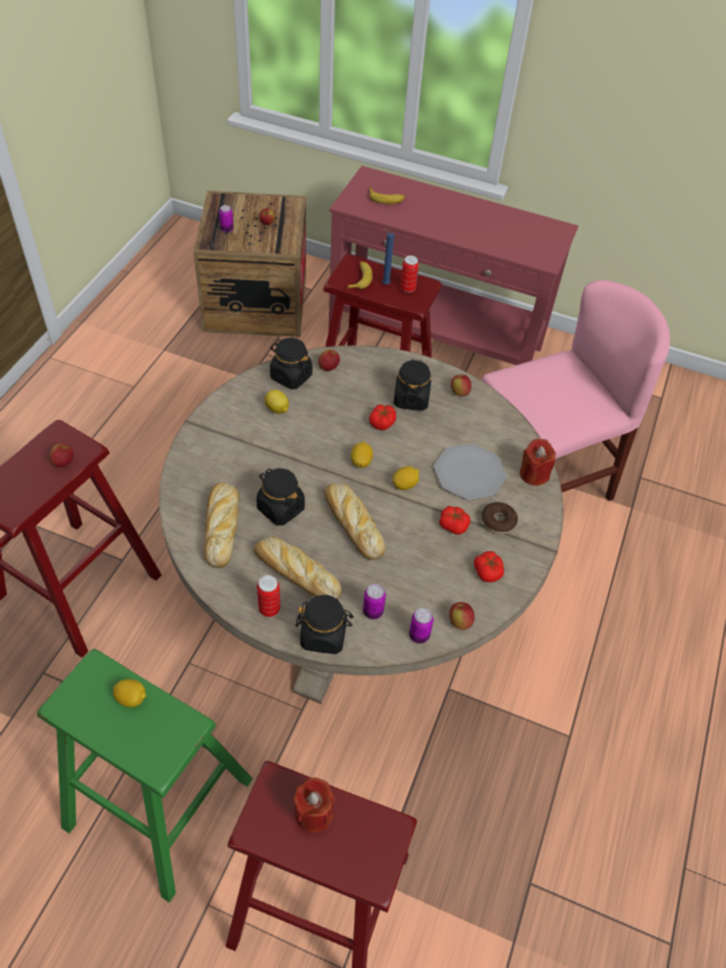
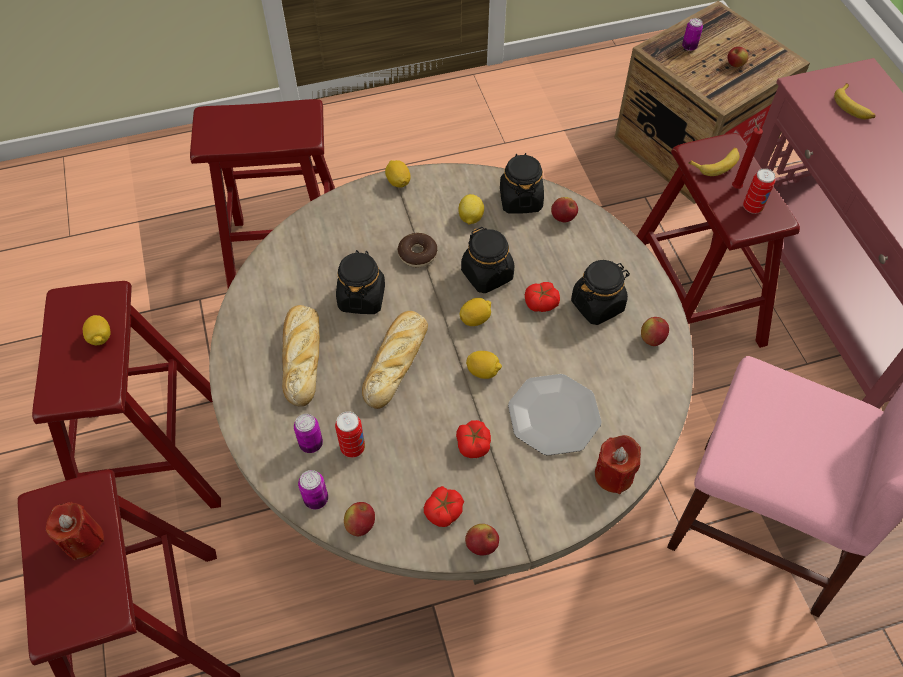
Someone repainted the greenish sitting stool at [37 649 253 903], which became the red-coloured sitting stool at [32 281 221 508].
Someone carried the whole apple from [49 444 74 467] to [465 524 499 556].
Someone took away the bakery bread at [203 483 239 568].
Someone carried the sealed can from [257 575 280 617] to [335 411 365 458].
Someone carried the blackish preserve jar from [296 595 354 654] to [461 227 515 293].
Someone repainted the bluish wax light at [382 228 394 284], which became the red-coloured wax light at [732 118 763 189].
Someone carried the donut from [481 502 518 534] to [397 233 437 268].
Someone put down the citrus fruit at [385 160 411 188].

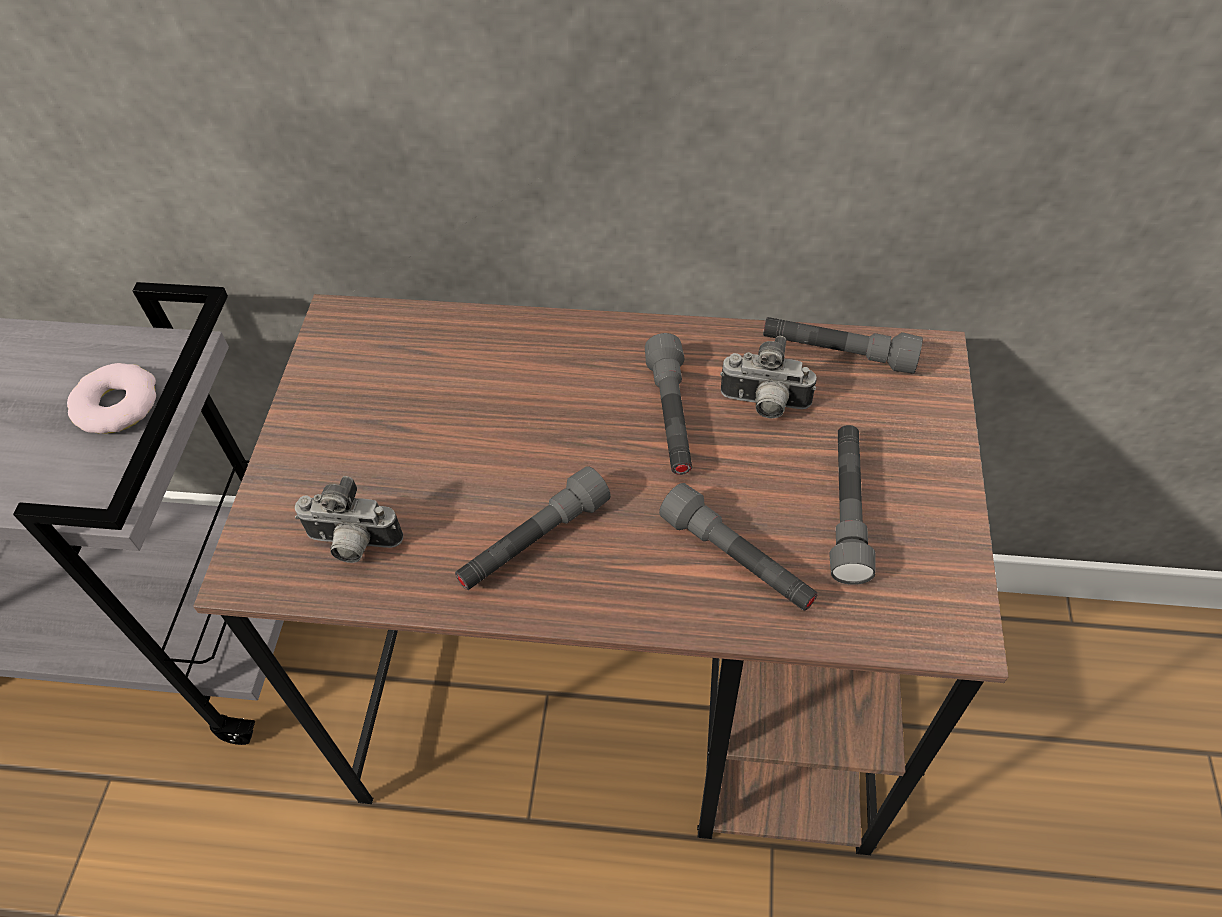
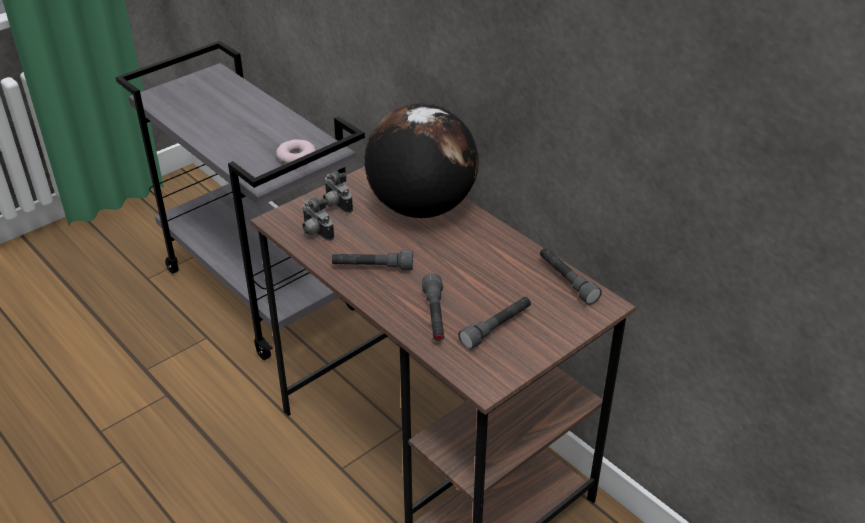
Someone took away the gray flashlight at [645 333 692 475].
Someone carried the still camera from [720 336 816 419] to [323 171 353 213].
Someone put down the world globe at [364 103 479 218].

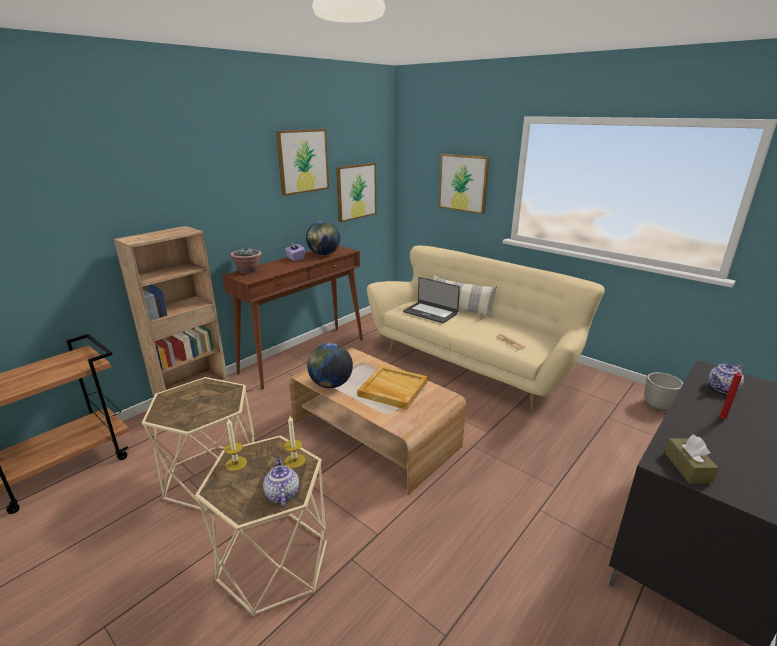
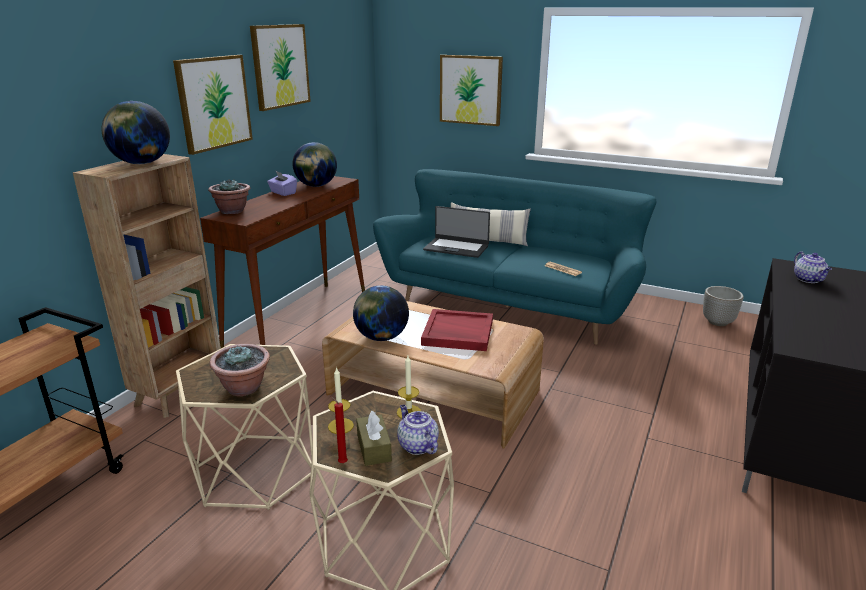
Someone carried the wall picture from [336 163 376 222] to [173 55 253 155].
Someone repainted the beige-coloured carrying tray at [357 365 427 410], which became the red-coloured carrying tray at [421 309 493 351].
Someone repainted the beige-coloured sofa at [367 246 605 411], which became the turquoise sofa at [373 169 657 345].
Someone carried the brown tissue holder from [665 435 719 483] to [356 411 392 466].
Someone rotated the teapot at [708 363 744 393] by 60 degrees counterclockwise.
Someone carried the red-coloured wax light from [719 367 742 420] to [330 396 348 463].
Someone put down the world globe at [102 101 170 164].
Someone put down the houseplant at [210 344 270 396].

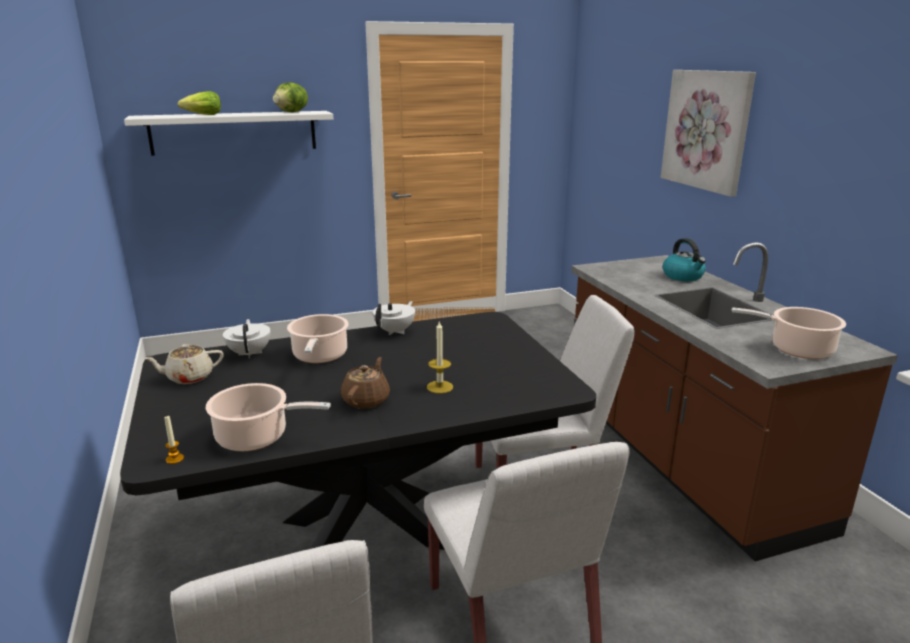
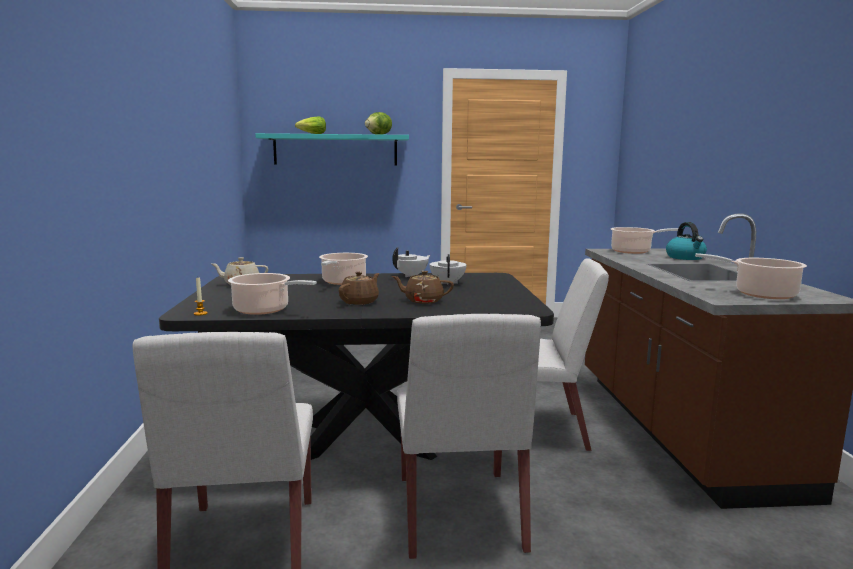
Someone repainted the white-coloured bracket shelf at [124 111 333 156], which became the turquoise bracket shelf at [255 133 409 165].
Someone carried the white-coloured teapot from [223 319 271 358] to [430 254 467 285].
Someone swapped the wax light at [427 320 453 394] for the brown teapot at [392 271 454 304].
Someone took away the wall picture at [661 70 756 197].
Someone put down the stockpot at [611 227 678 254].

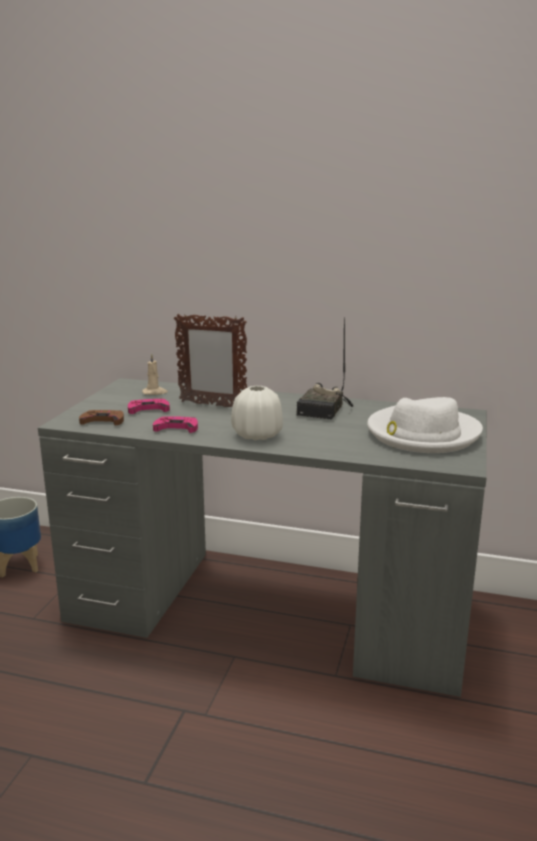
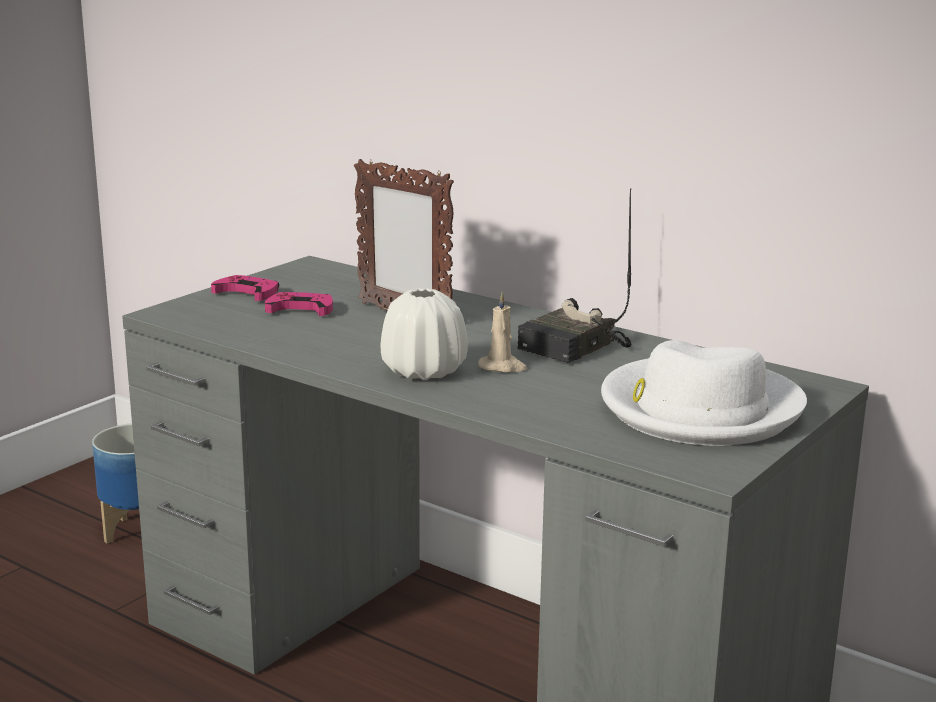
Someone took away the brown joypad at [79 410 124 426].
Someone carried the beige-coloured wax light from [142 354 168 395] to [478 291 527 373].
Someone carried the pink-coloured joypad from [153 416 198 433] to [211 275 279 301].

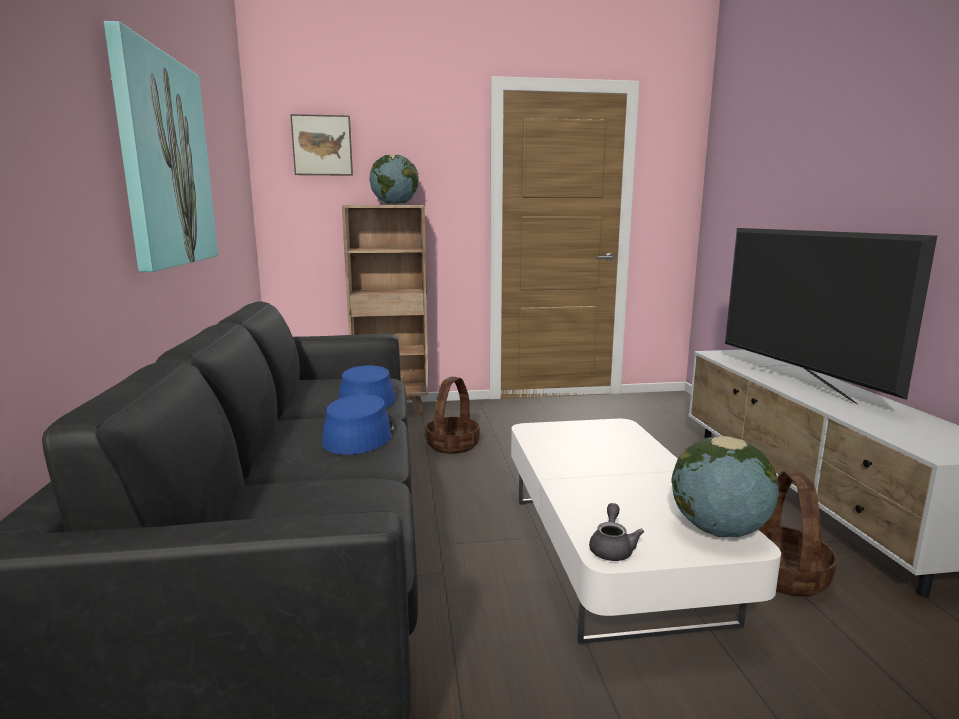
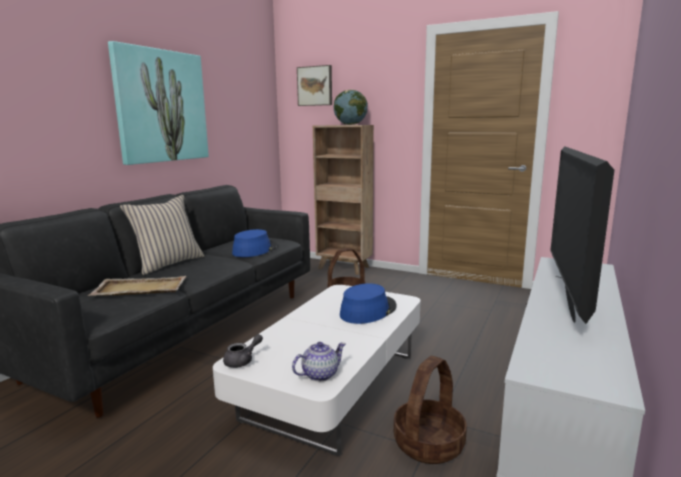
Someone carried the bluish clothing hat from [322 394 396 455] to [340 283 396 324].
Someone swapped the world globe at [671 436 779 537] for the teapot at [292 342 346 381].
Someone put down the beige-coloured carrying tray at [88 276 186 296].
Someone put down the beige-coloured throw pillow at [120 195 204 275].

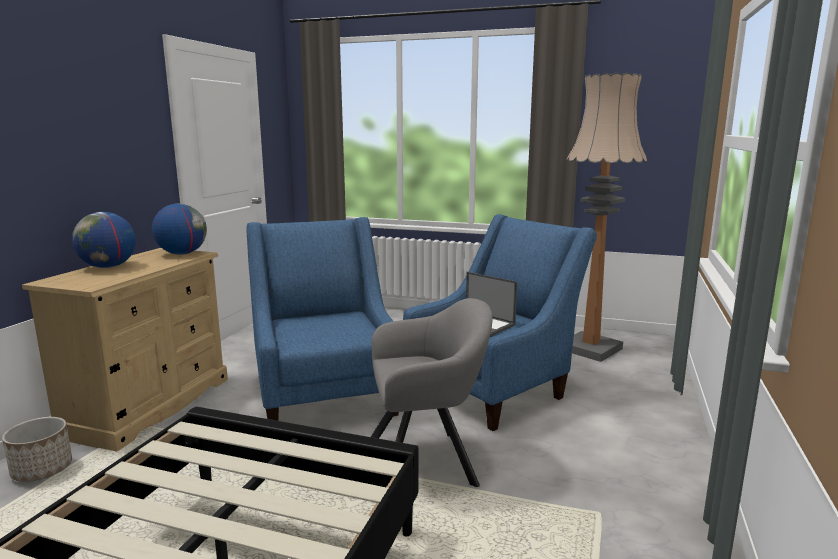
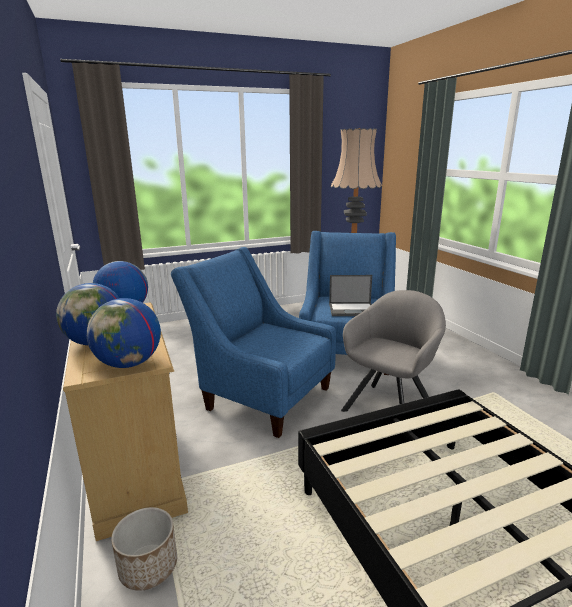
Someone put down the world globe at [87 298 161 368].

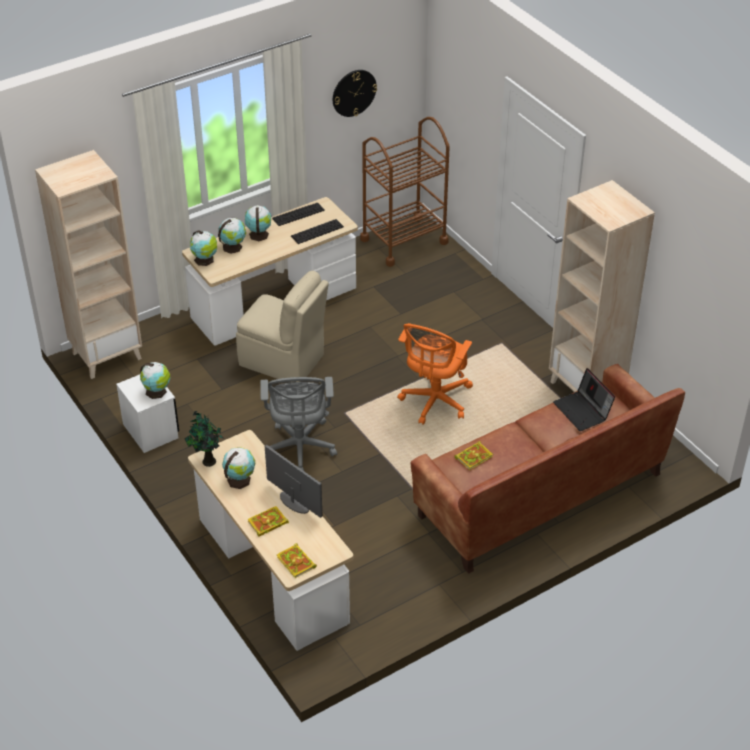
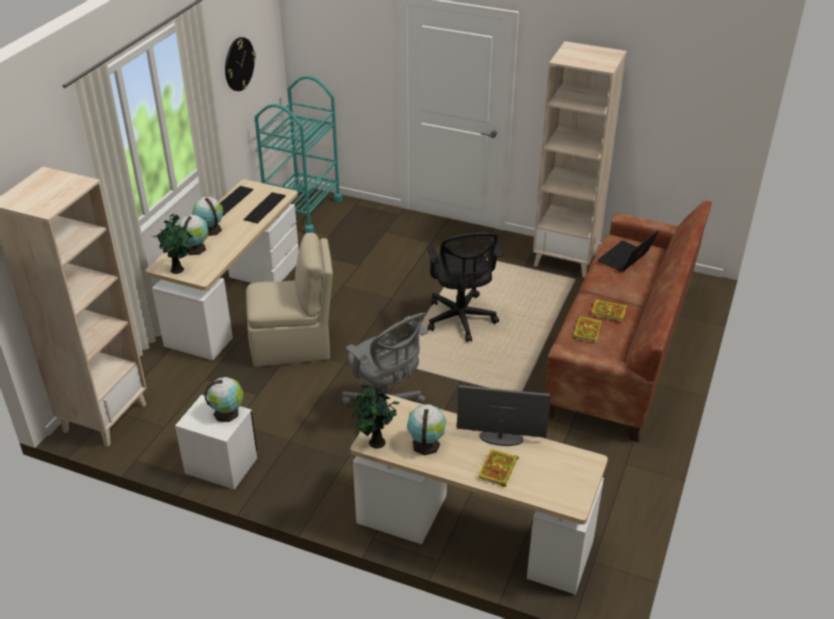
Someone swapped the world globe at [190 230 217 266] for the houseplant at [152 214 193 274].
Someone carried the book from [277 543 317 578] to [591 299 627 321].
Someone repainted the brown cart at [360 117 450 267], which became the turquoise cart at [255 76 343 233].
Someone repainted the orange-coloured desk chair at [397 323 473 425], which became the blackish desk chair at [427 232 503 342].
Someone rotated the portable computer at [553 368 615 431] by 105 degrees clockwise.

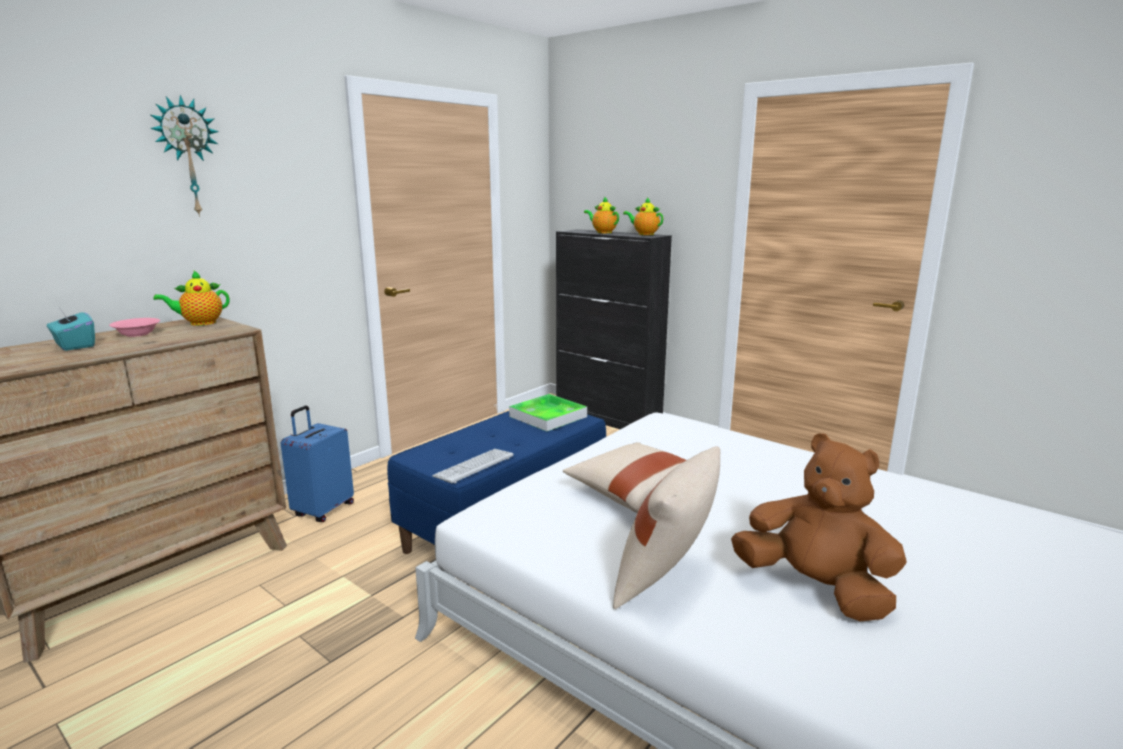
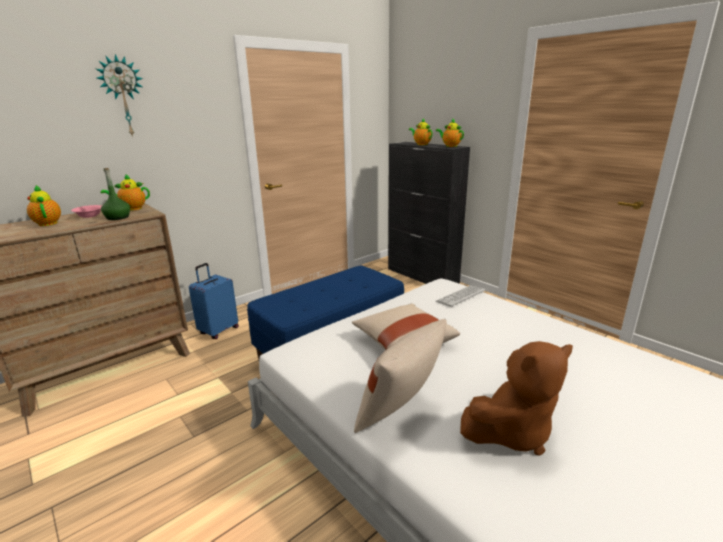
Someone swapped the turquoise tissue holder at [47 306 95 351] for the teapot at [27 185 61 226].
Someone carried the keyboard from [432 449 514 483] to [436 285 485 307].
Someone took away the carrying tray at [509 394 587 431].
Someone rotated the brown soft toy at [731 434 907 622] by 105 degrees clockwise.
Someone put down the greenish bottle at [101 168 130 220].

